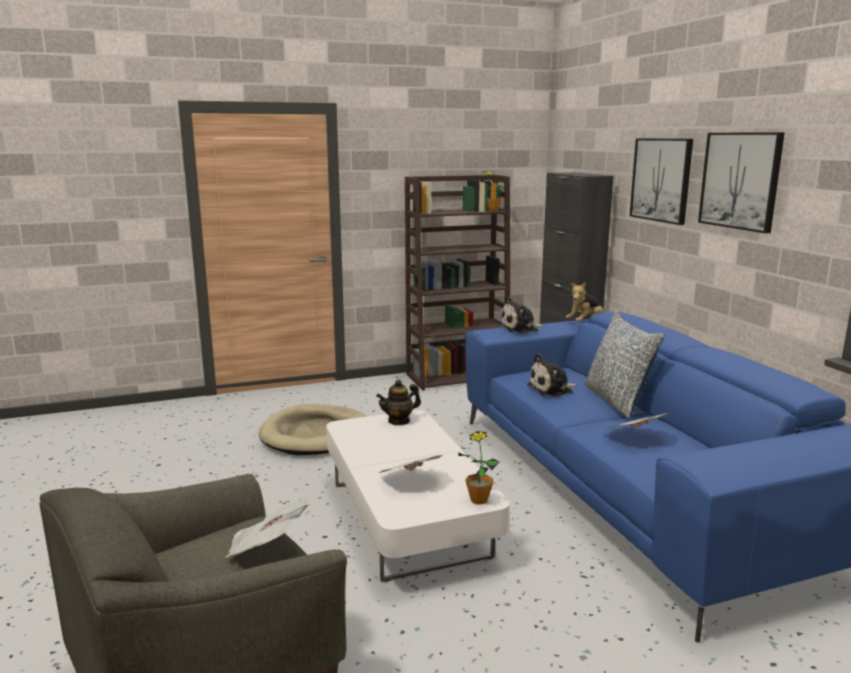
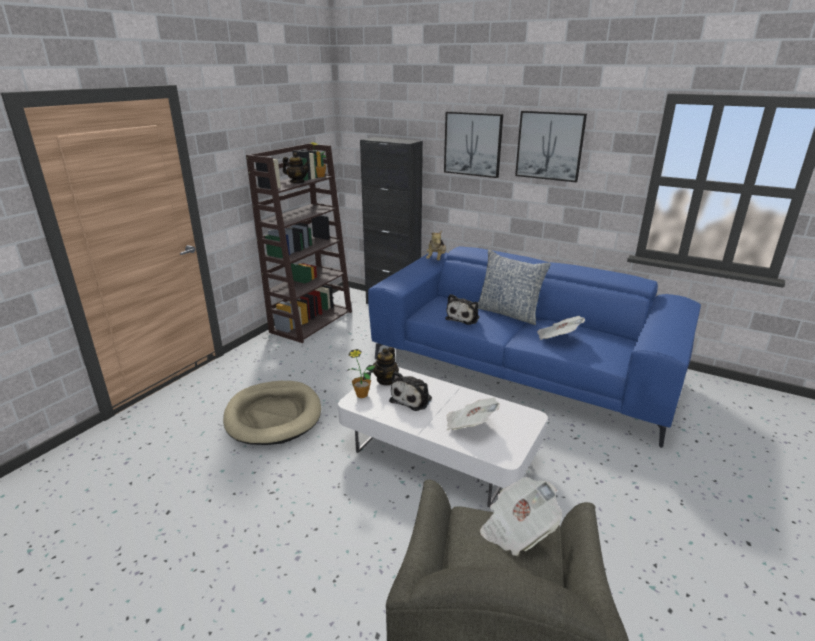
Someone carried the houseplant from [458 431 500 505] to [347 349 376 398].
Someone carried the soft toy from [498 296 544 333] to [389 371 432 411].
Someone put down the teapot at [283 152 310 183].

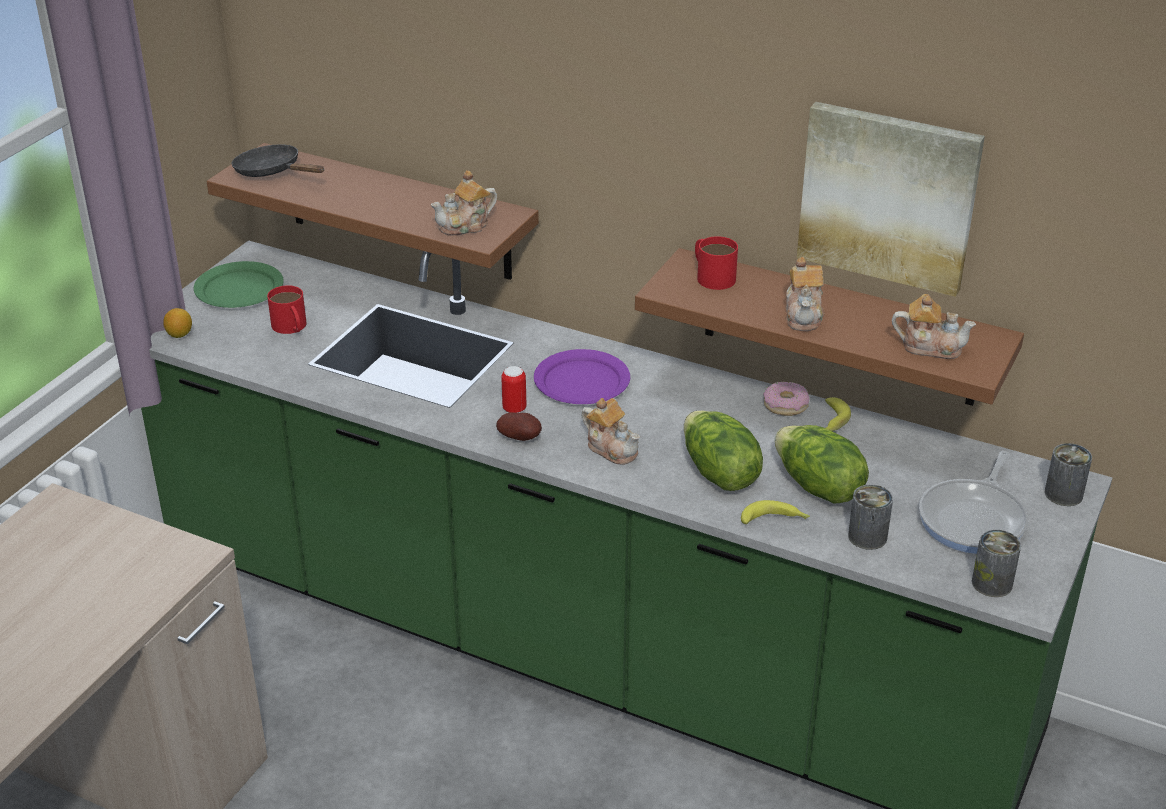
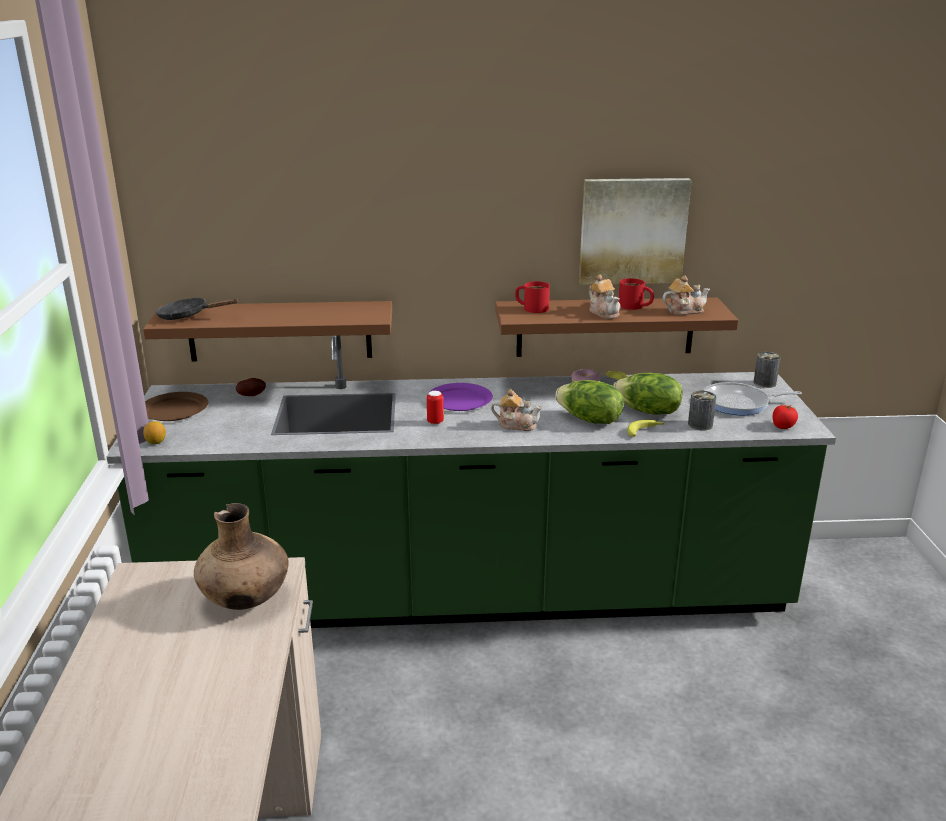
Someone repainted the greenish dinner plate at [194 261 284 308], which became the brown dinner plate at [145 392 208 421].
Someone carried the red-coloured tea mug from [267 285 307 334] to [618 278 654 310].
Someone took away the teapot at [431 170 497 235].
Someone carried the whole potato from [496 412 542 441] to [236 378 266 396].
Someone rotated the frying pan at [919 451 1028 554] by 90 degrees clockwise.
Someone swapped the sealed can at [972 530 1021 597] for the whole tomato at [772 405 798 429].
Someone put down the brown flower vase at [194 503 289 610].

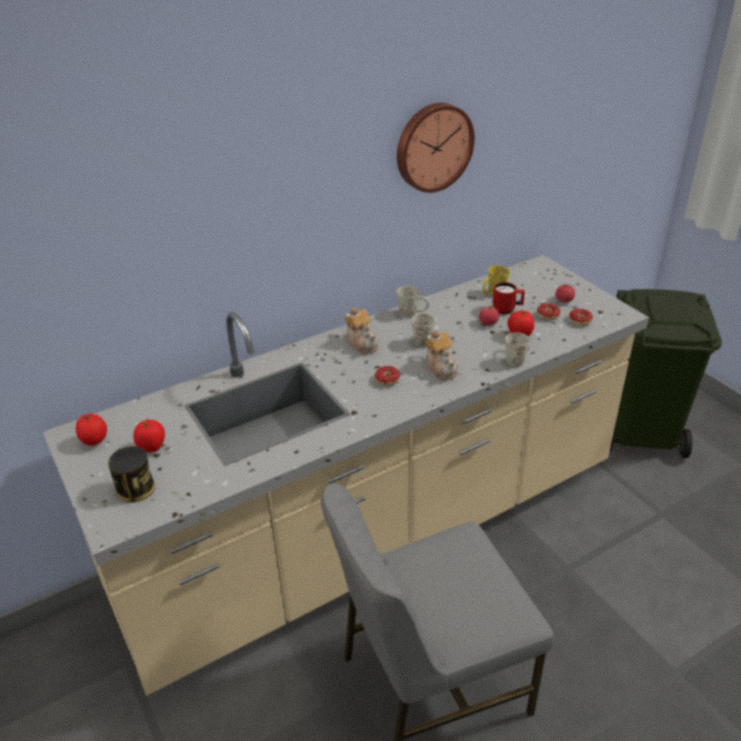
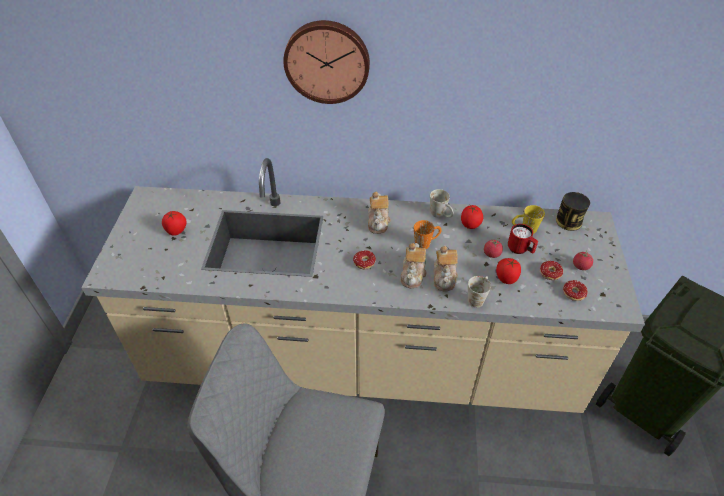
Someone carried the whole tomato from [76 414 107 446] to [461 205 483 229].
Someone carried the sealed can from [108 446 155 503] to [556 192 590 231].
Someone carried the hanging clock from [397 103 475 193] to [283 20 370 104].
Someone repainted the white-coloured tea mug at [411 314 435 347], which became the orange-coloured tea mug at [414 220 442 249].
Someone put down the teapot at [434 245 458 291].

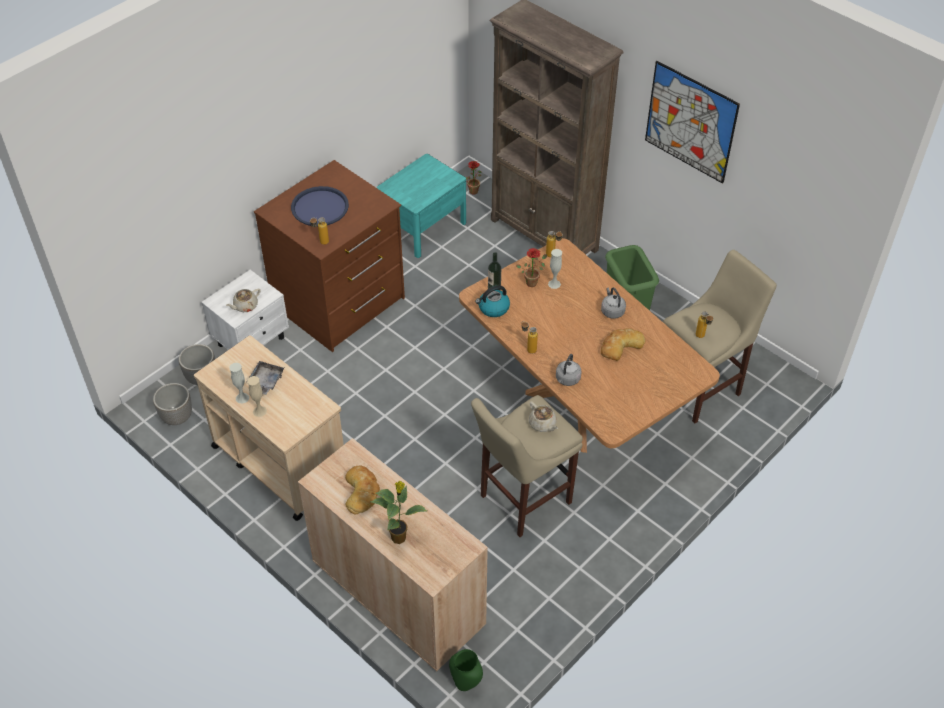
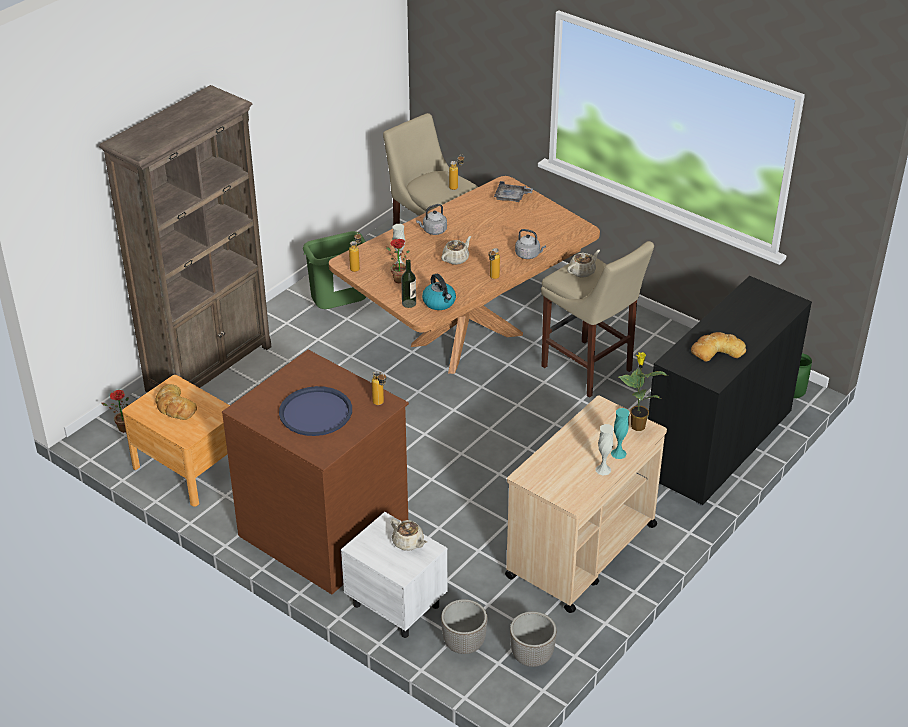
Someone repainted the beige-coloured flower vase at [247 376 267 417], which became the turquoise flower vase at [611 408 629 459].
Someone carried the gray carrying tray from [250 361 284 395] to [494 181 533 202].
Someone repainted the beige-coloured cupboard at [298 438 488 672], which became the blackish cupboard at [648 276 812 507].
Someone carried the houseplant from [370 481 427 544] to [619 352 668 431].
Someone repainted the turquoise nightstand at [377 154 466 258], which became the brown nightstand at [122 375 230 507].
Someone carried the bakery bread from [601 328 646 361] to [155 384 197 420].
Someone took away the wall picture at [645 61 740 184].
Someone put down the beige-coloured teapot at [441 236 471 265].

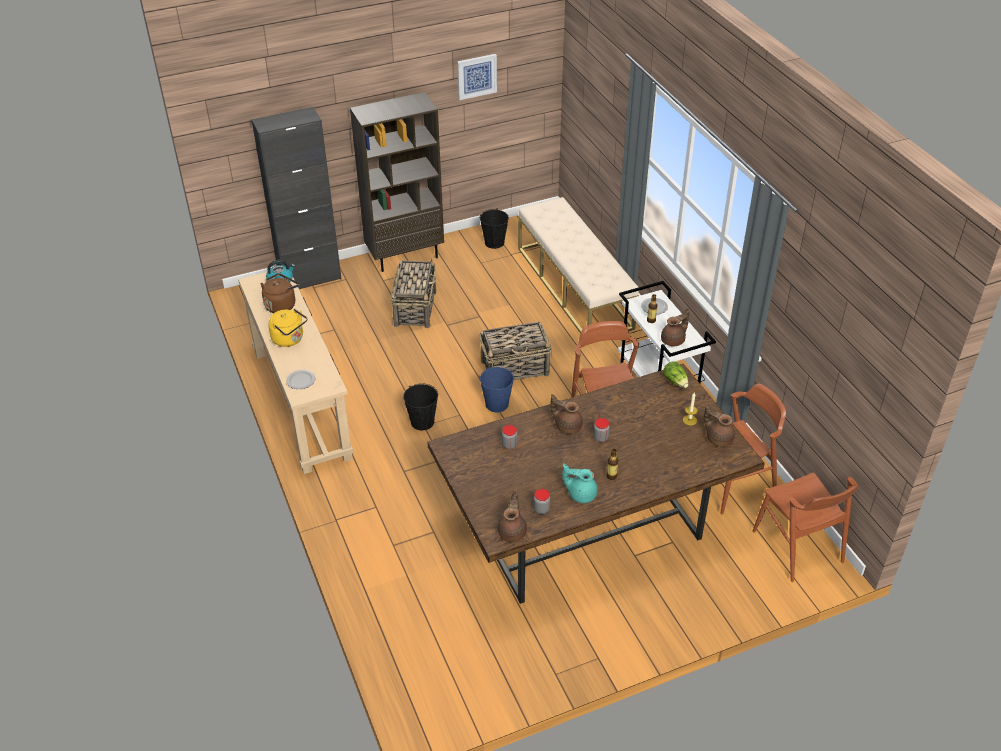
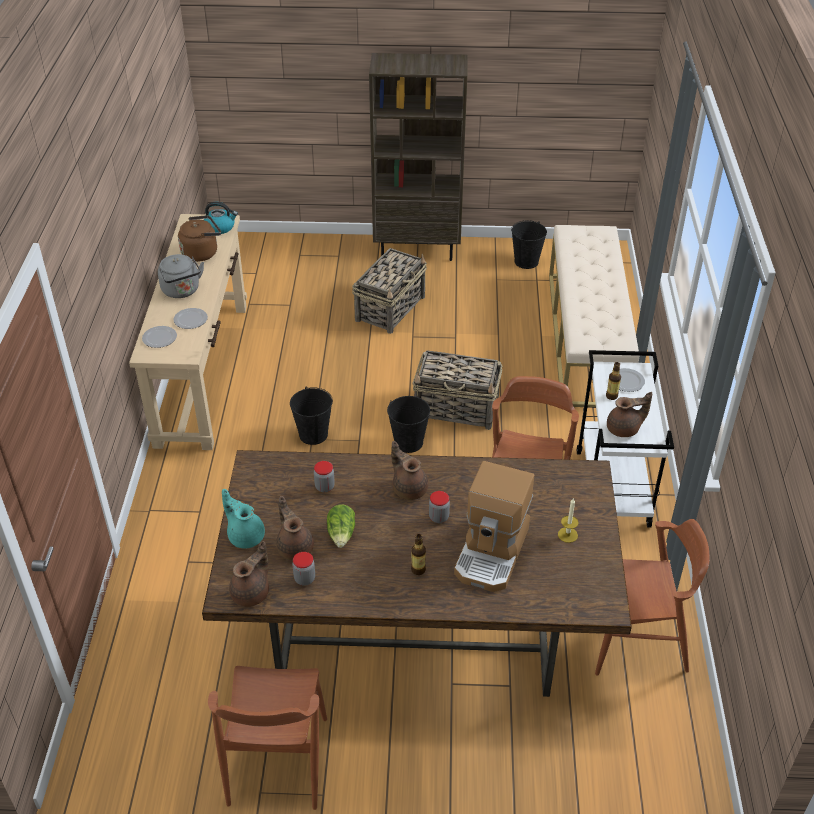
Someone took away the blackish cupboard at [252 107 342 289].
Someone repainted the yellow tea kettle at [268 309 307 347], which became the gray tea kettle at [158 254 204 298].
Someone took away the wall picture at [457 54 497 100].
Someone repainted the bluish pail at [479 367 514 412], which became the blackish pail at [387 396 430 453].
Someone carried the turquoise teapot from [562 464 598 503] to [222 489 265 548].
Someone carried the head of lettuce from [663 361 688 388] to [327 505 355 548].
Someone carried the brown teapot from [704 404 735 447] to [276 496 314 561].
Someone carried the brown upright chair from [752 473 859 582] to [208 666 327 810].
Someone put down the dinner plate at [173 308 208 329].
Someone put down the coffee machine at [454 461 534 592].

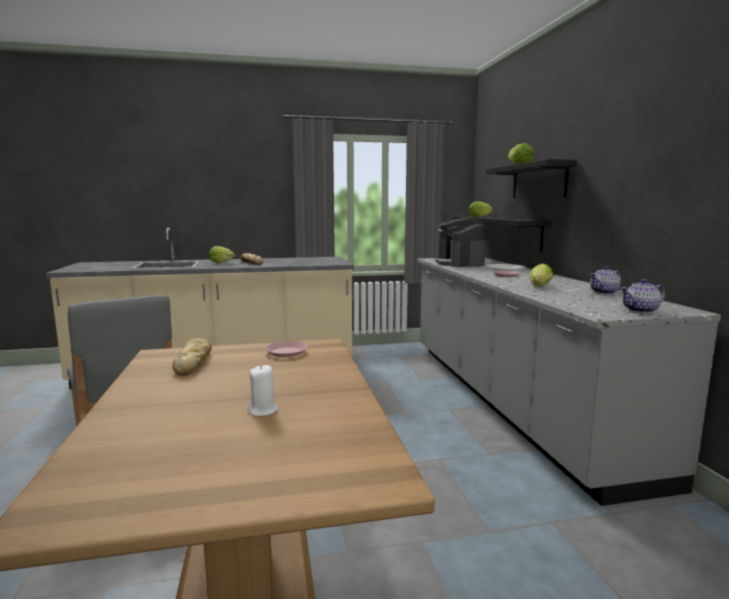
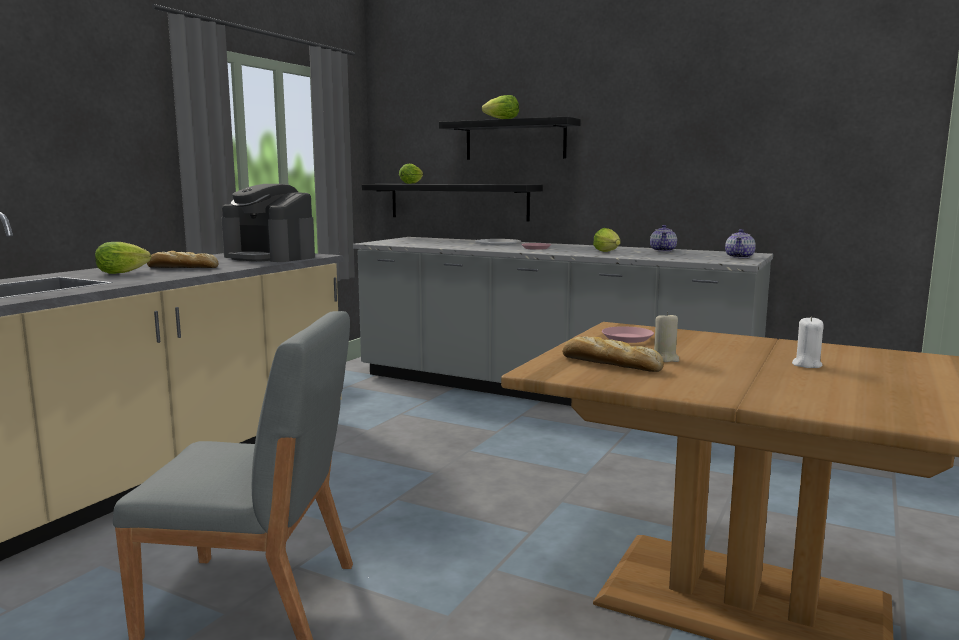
Someone carried the coffee machine from [435 218 486 267] to [221 184 315 262].
Someone put down the beige-coloured wax light at [654 312 679 362].

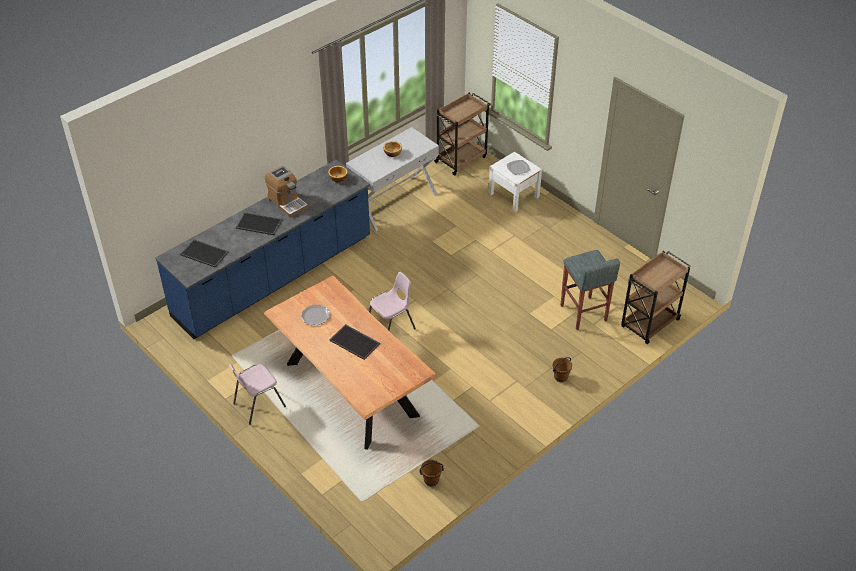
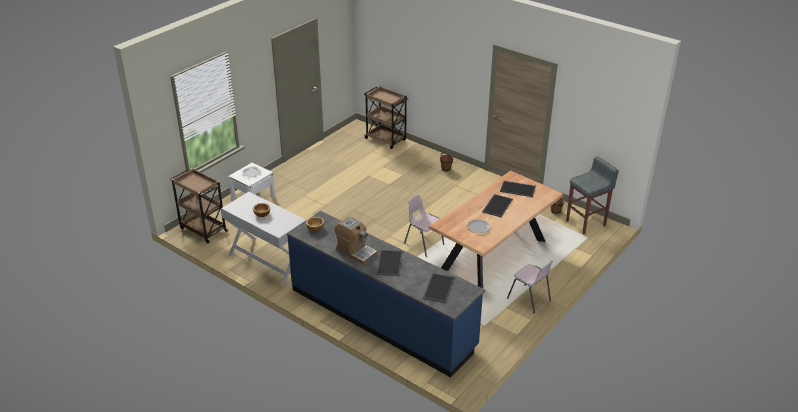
Someone rotated the coffee machine at [265 165 308 218] by 90 degrees clockwise.
Someone carried the gray sitting stool from [561 250 620 330] to [566 156 619 235].
Someone put down the carrying tray at [500 181 536 197].

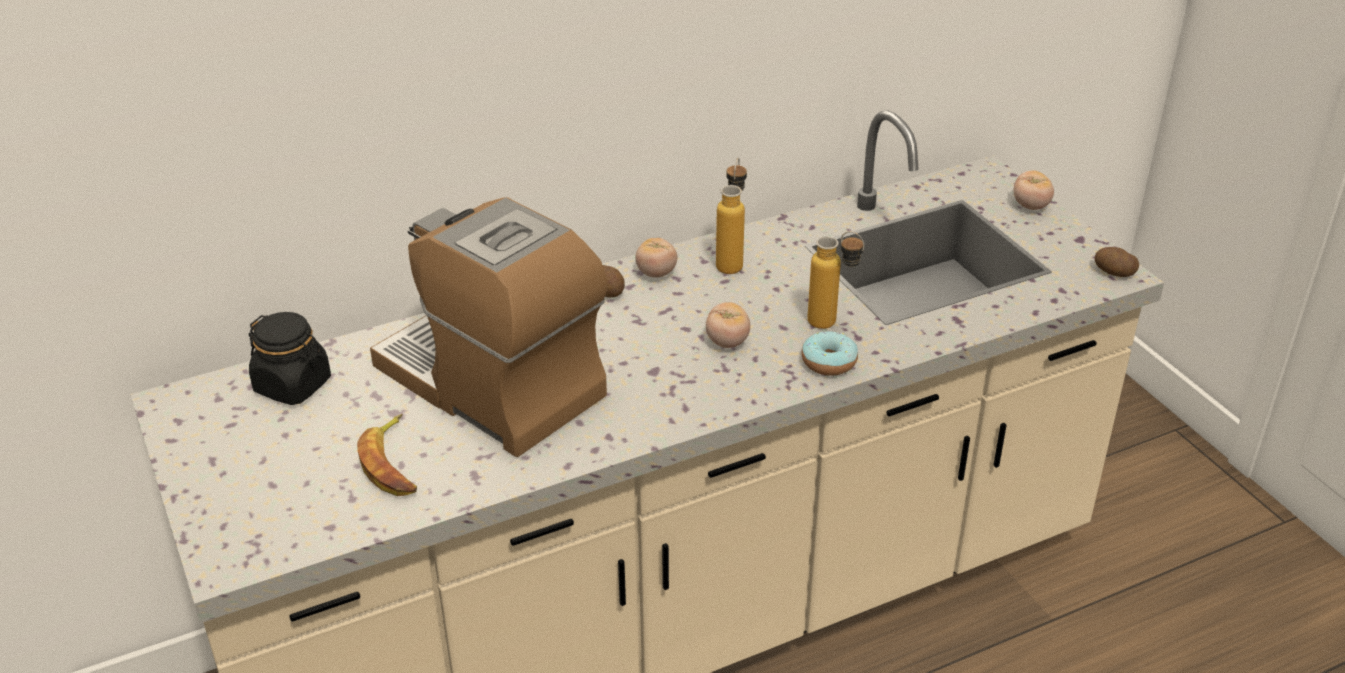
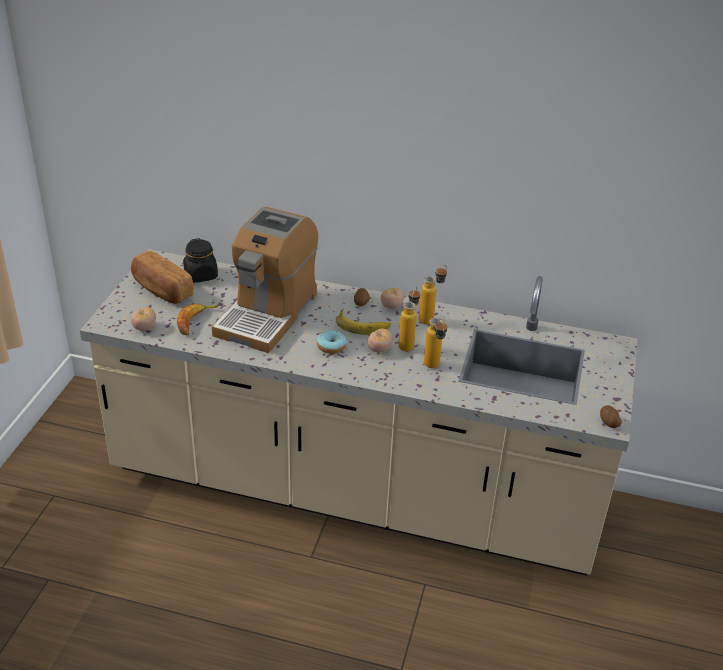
Someone rotated the coffee machine at [370 198 608 457] by 150 degrees counterclockwise.
Someone carried the donut from [802 331 858 376] to [317 330 347 354].
Someone carried the whole tomato from [1013 170 1054 210] to [131 307 156 331].
Someone put down the bakery bread at [131 251 193 304].
Someone put down the banana at [336 309 391 335].
Someone put down the bottle at [398 287 420 351].

